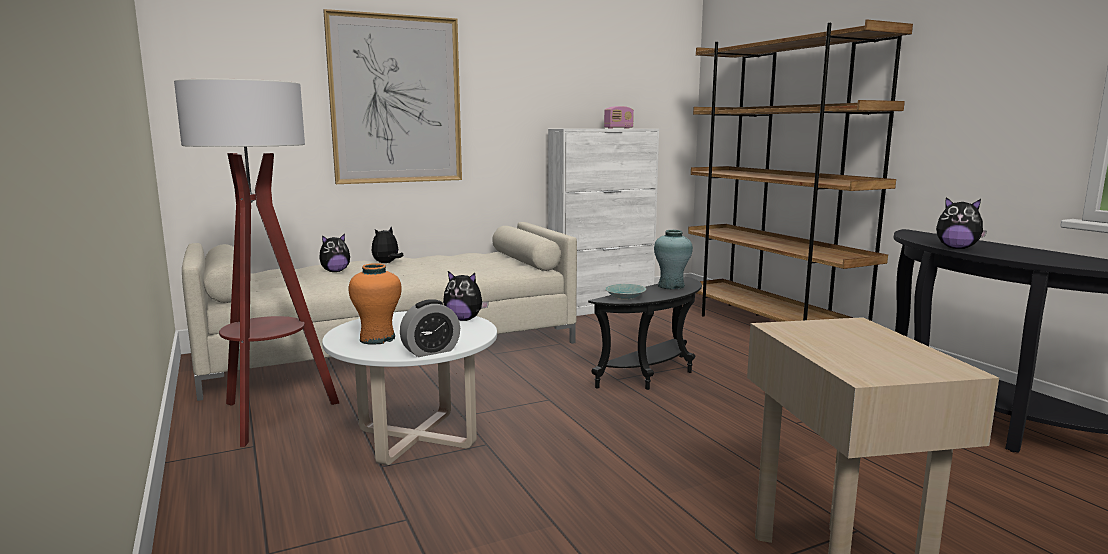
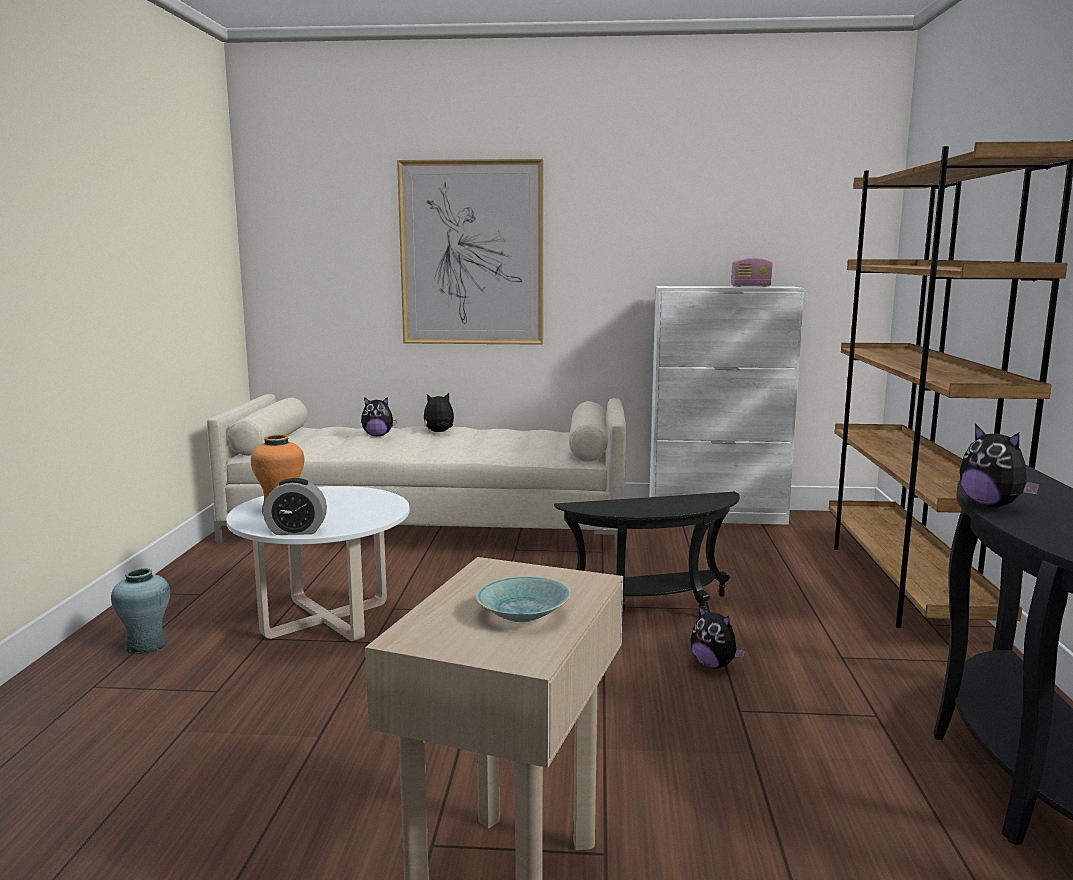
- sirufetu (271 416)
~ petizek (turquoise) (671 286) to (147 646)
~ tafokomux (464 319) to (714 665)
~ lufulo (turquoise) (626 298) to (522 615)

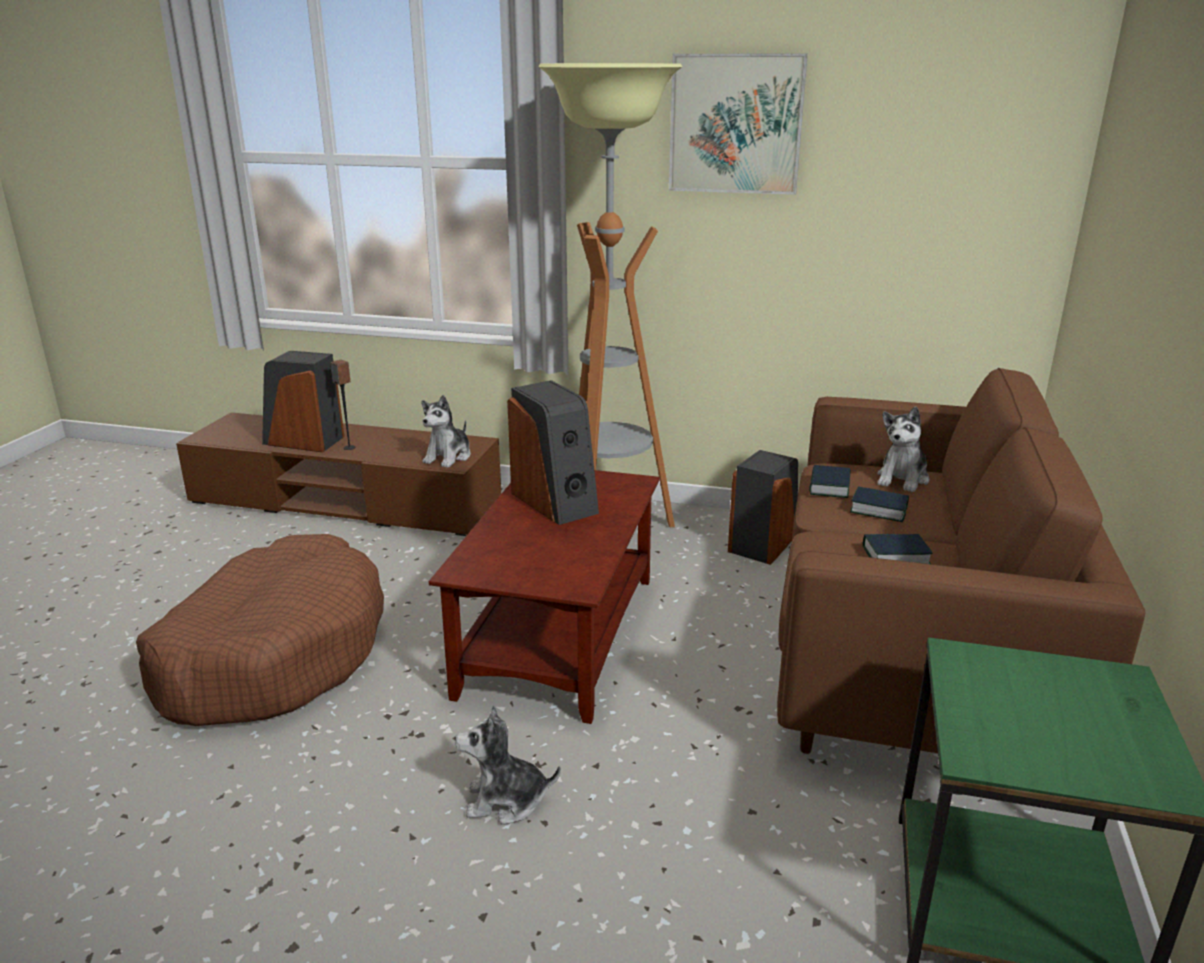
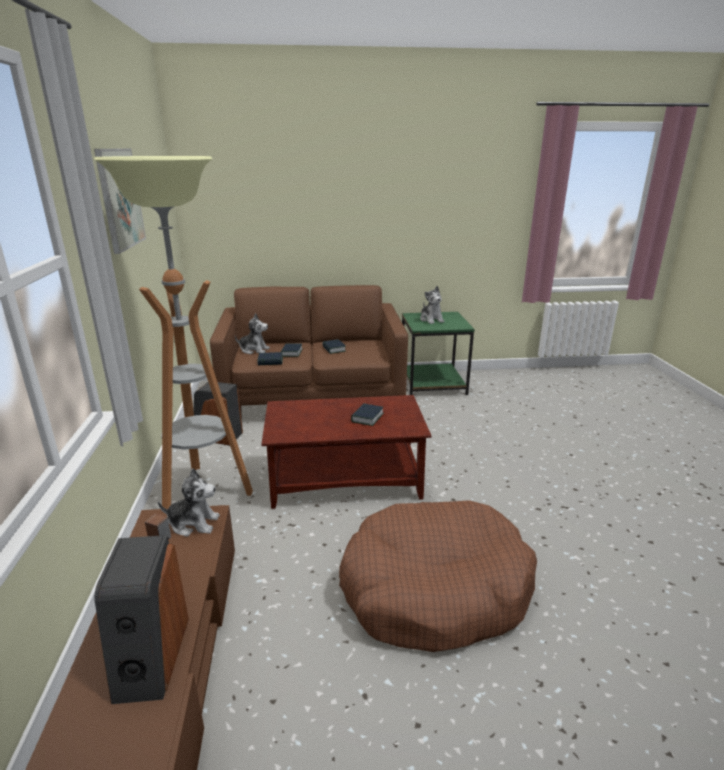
- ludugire (555 502)
~ tafokomux (506 801) to (431 320)
+ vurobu (367 418)

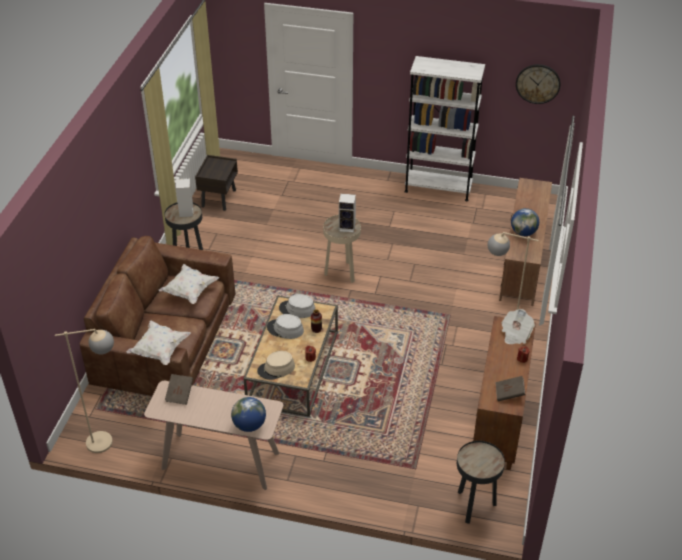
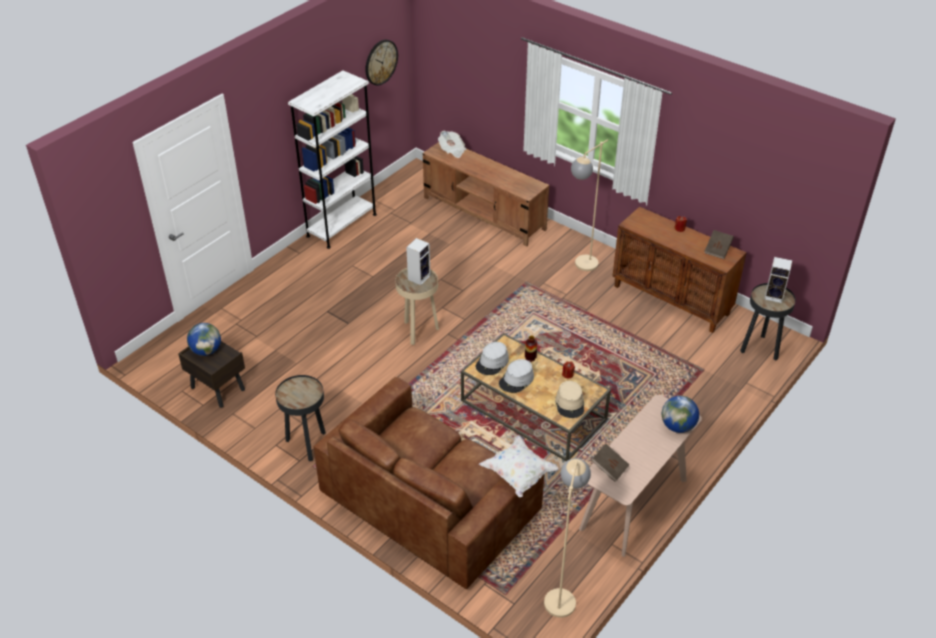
~ ludugire (186 212) to (774 296)
~ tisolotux (523 233) to (206 351)
- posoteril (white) (189 291)
~ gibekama (515 334) to (452 150)

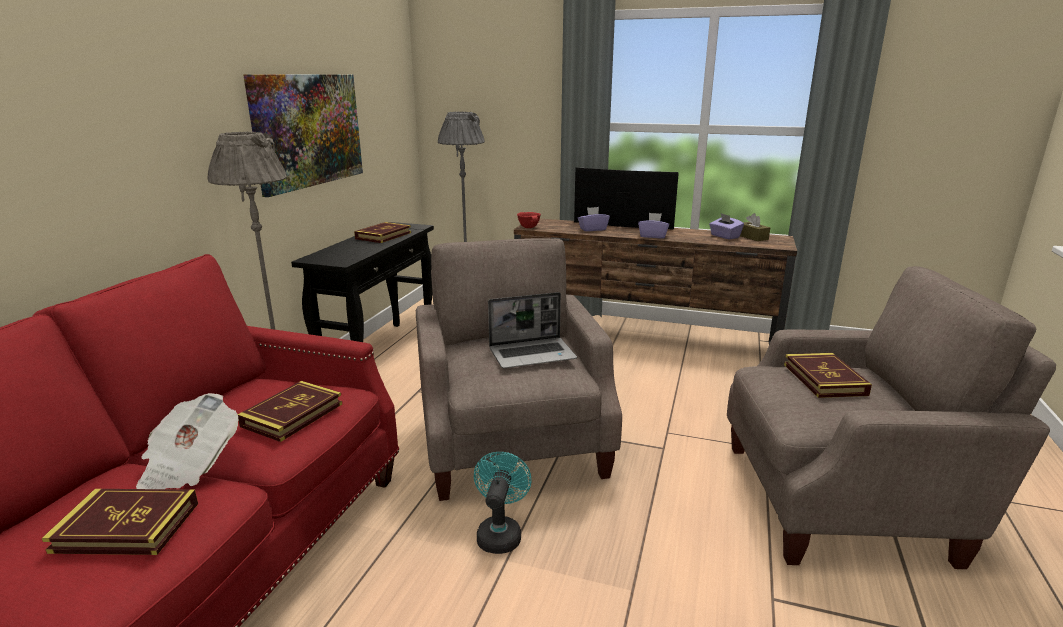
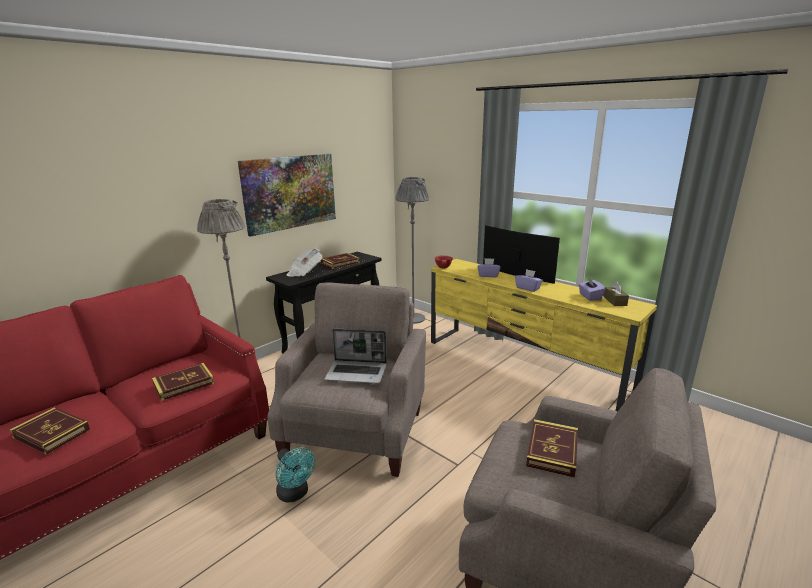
~ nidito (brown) (644 337) to nidito (yellow) (524 366)
~ gibekama (190 465) to (304 272)
~ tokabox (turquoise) (500 533) = (295 494) 105 degrees clockwise

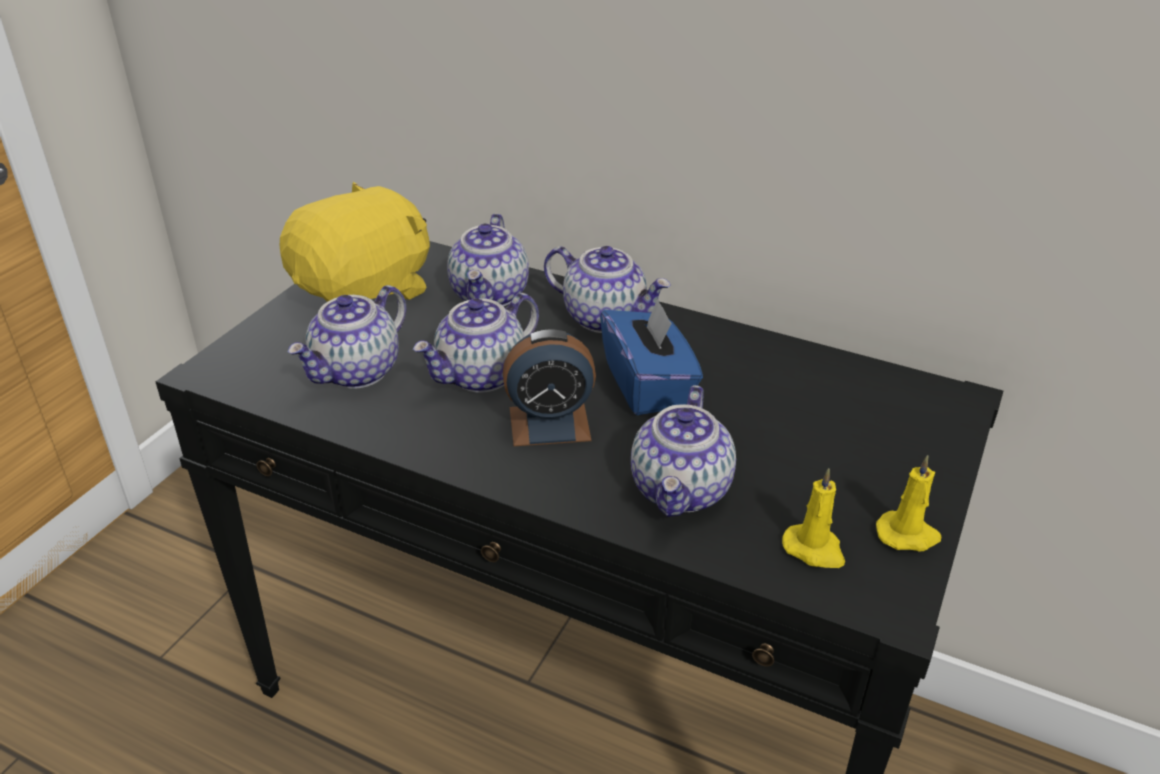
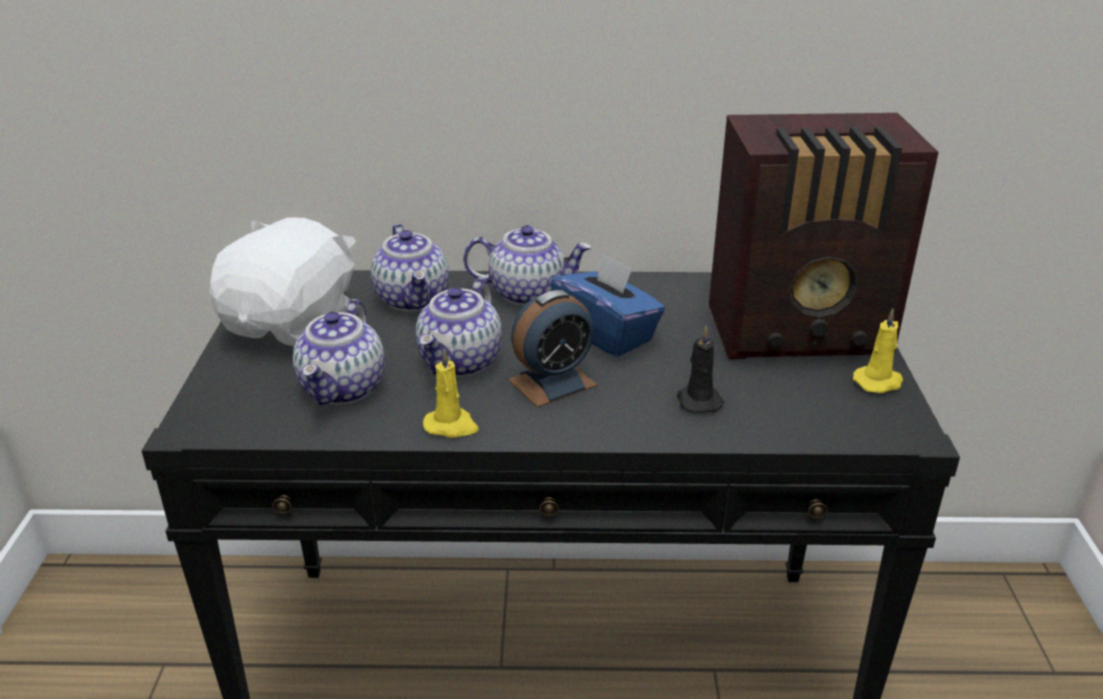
~ tafokomux (yellow) (365 293) to tafokomux (white) (293 324)
~ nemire (681 490) to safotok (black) (698 400)
~ safotok (yellow) (814 549) to (451 426)
+ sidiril (802 333)

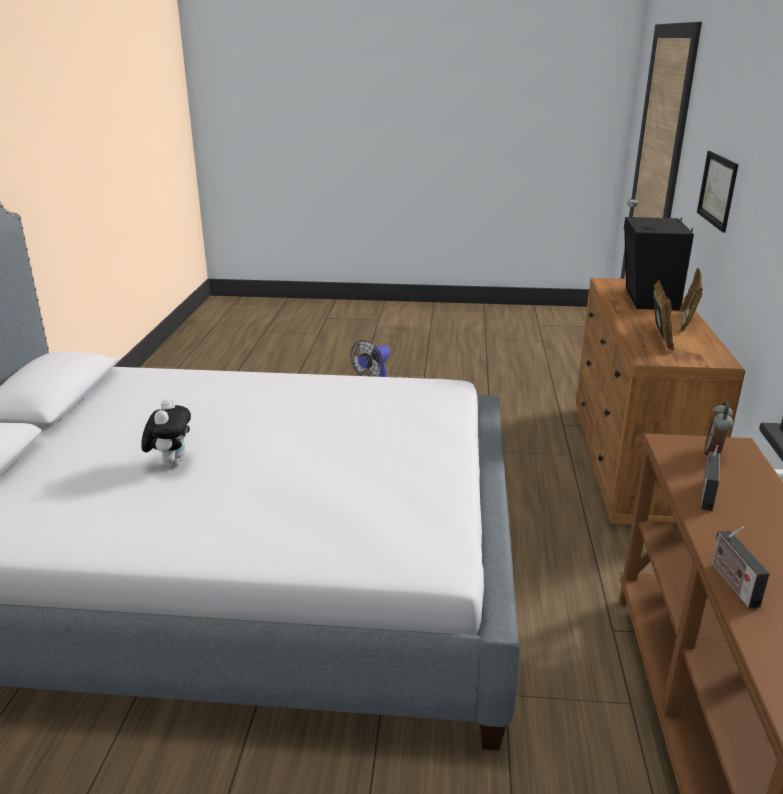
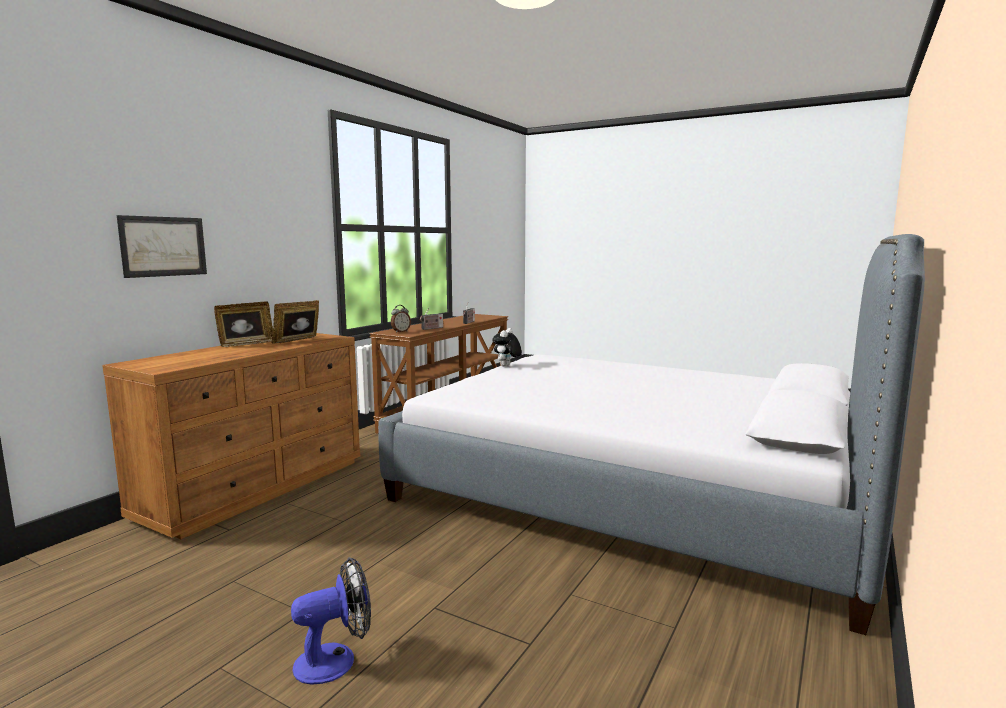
- ludugire (black) (648 299)
~ tafokomux (171 463) to (506 366)

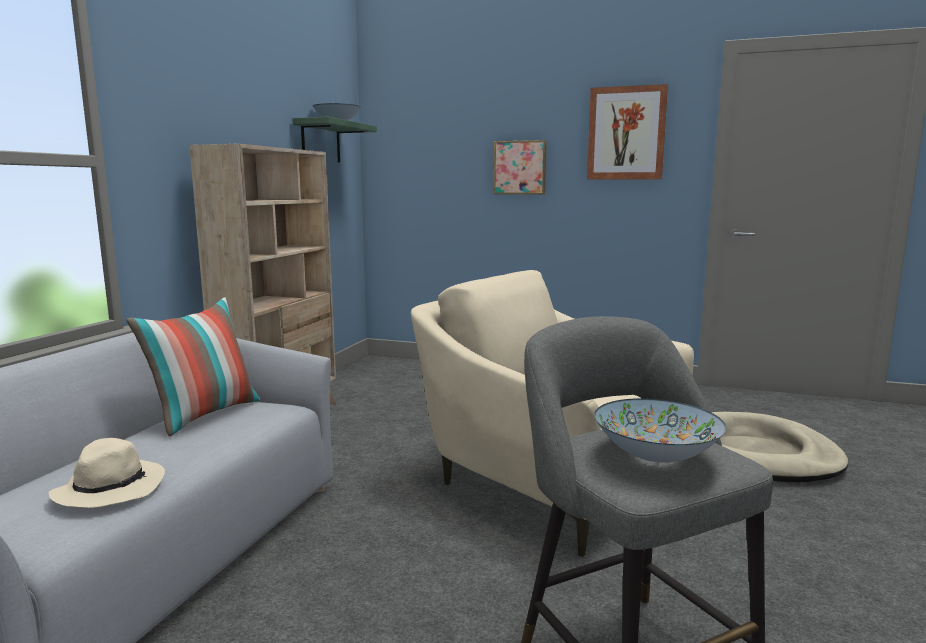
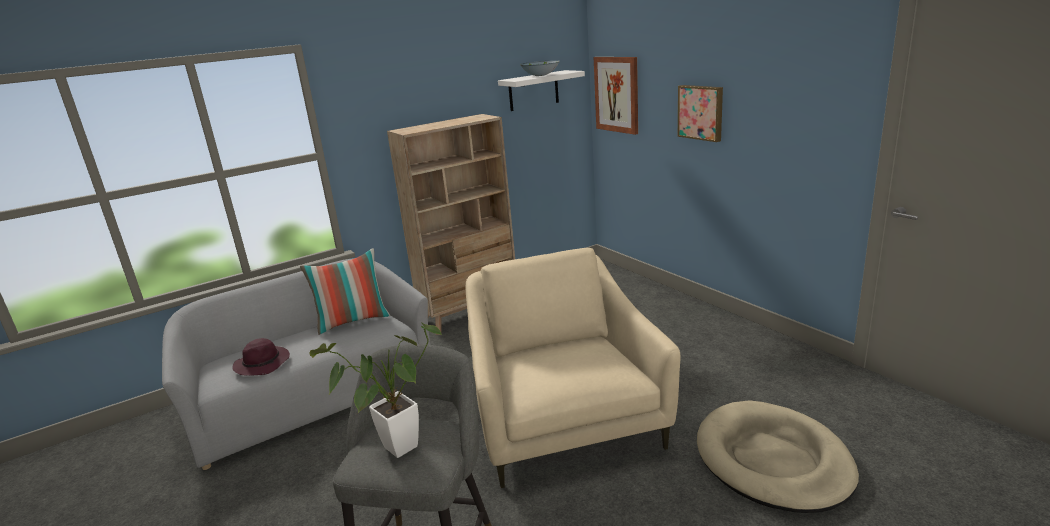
~ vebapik (626 133) to (617 94)
~ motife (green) (321 142) to motife (white) (533 91)
~ lufulo (655 455) to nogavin (394 451)
~ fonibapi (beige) (111 488) to fonibapi (purple) (263 363)

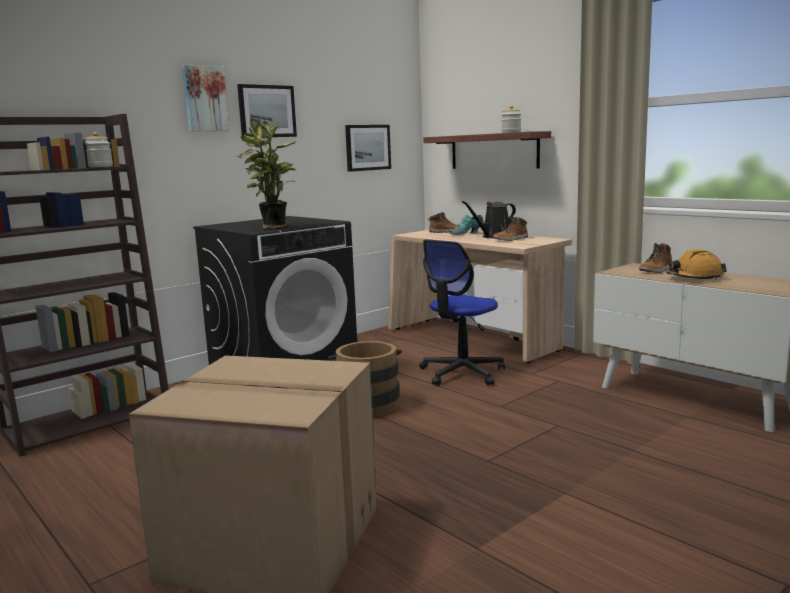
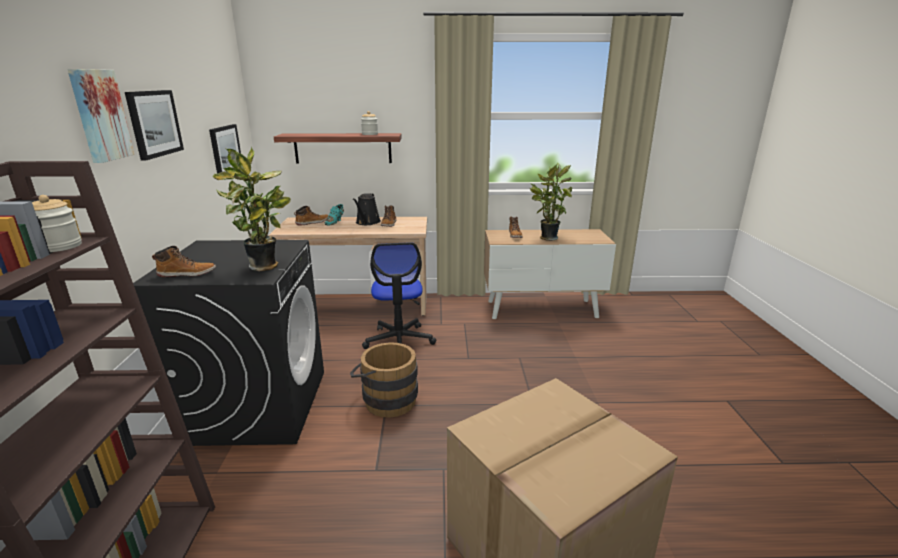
~ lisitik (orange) (694 278) to nogavin (547 238)
+ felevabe (187 273)

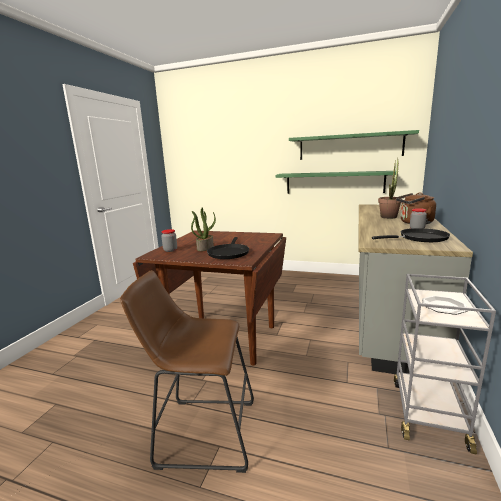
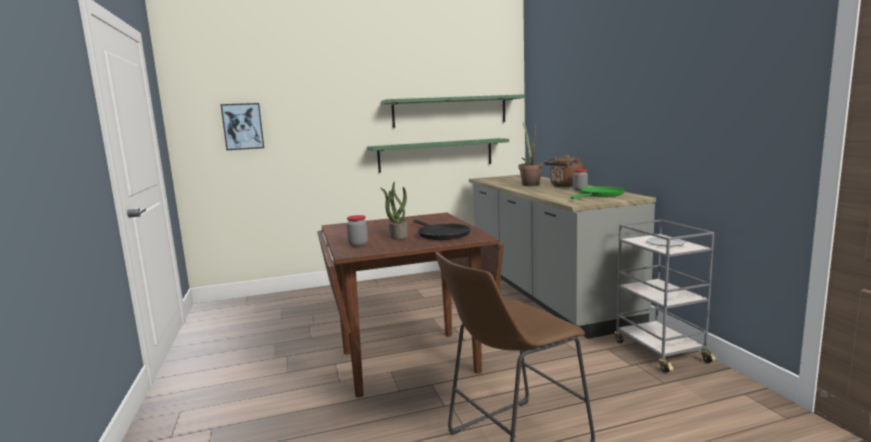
~ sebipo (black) (420 238) to sebipo (green) (600 195)
+ vebapik (243 126)

